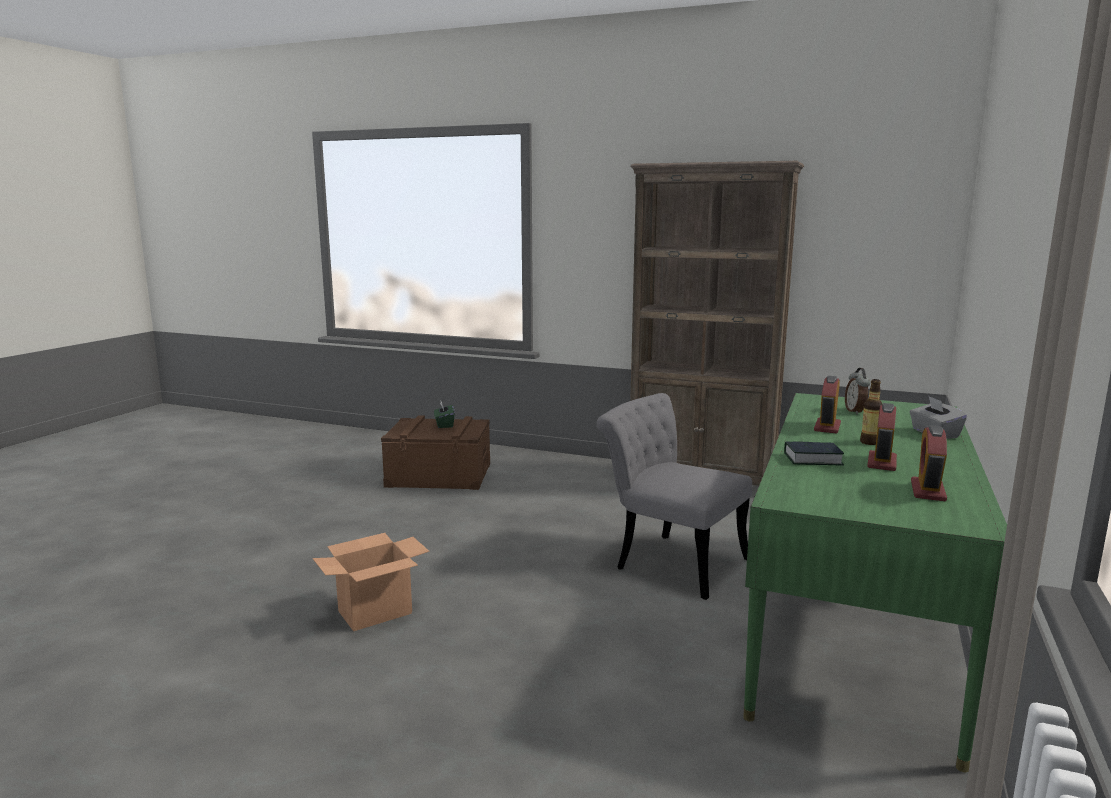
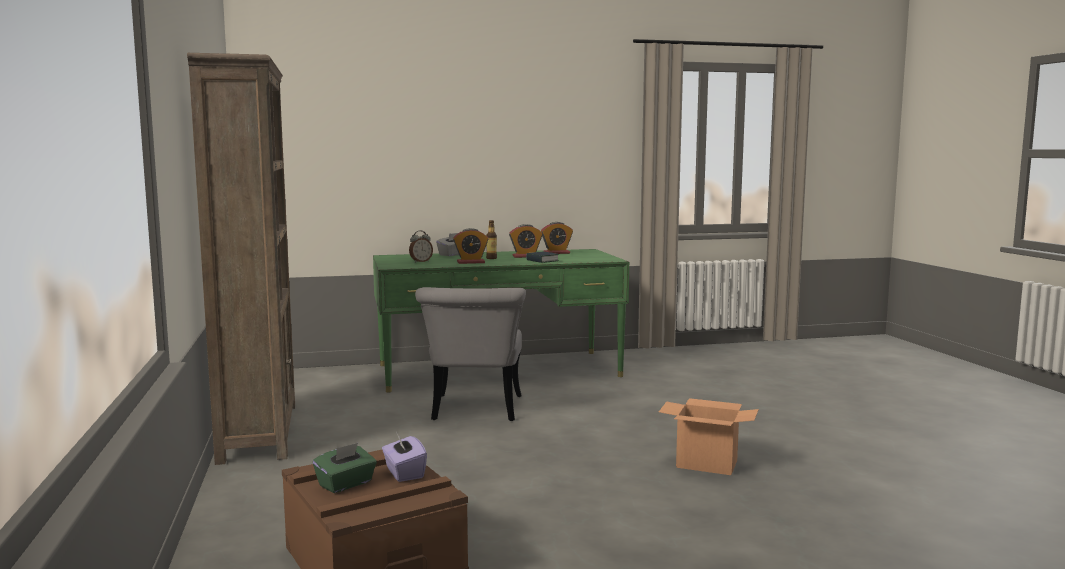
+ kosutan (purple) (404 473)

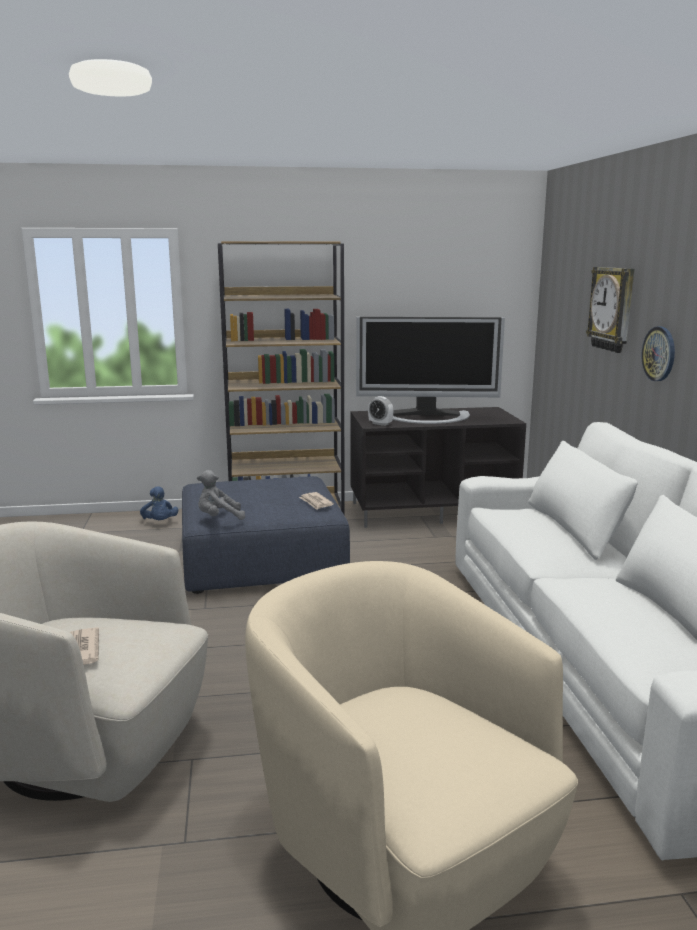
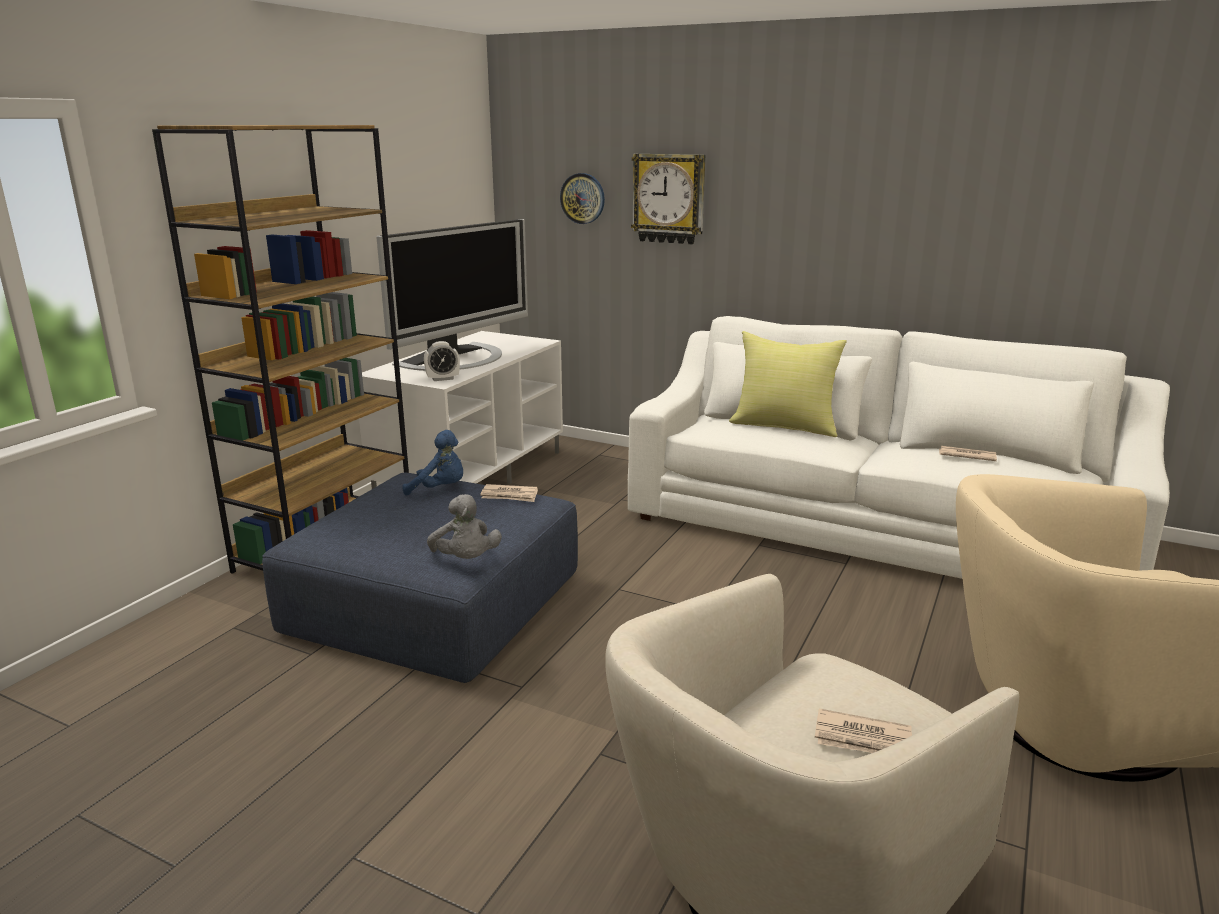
~ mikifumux (659 353) to (582 198)
~ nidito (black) (433 510) to nidito (white) (472 474)
~ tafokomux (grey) (219 518) = (466 560) 45 degrees counterclockwise
~ tafokomux (blue) (160 522) to (440 489)
+ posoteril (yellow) (785 426)
+ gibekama (966 456)

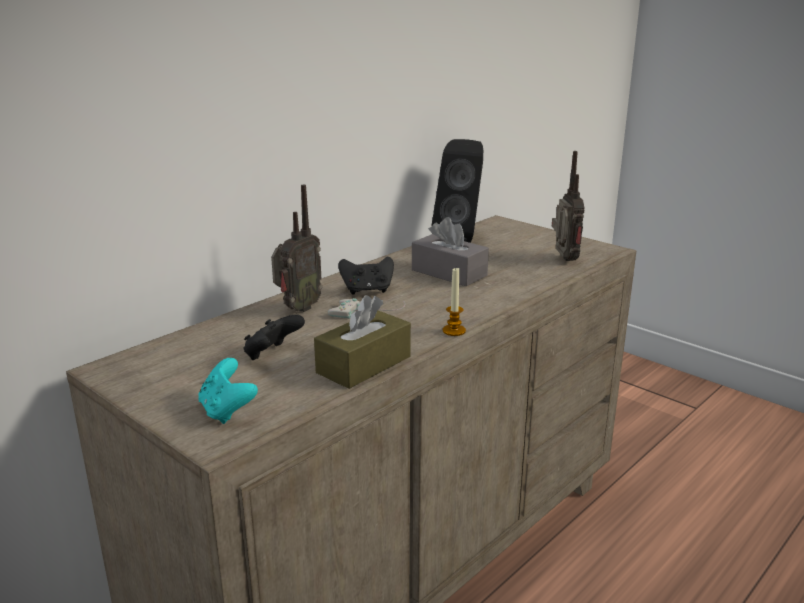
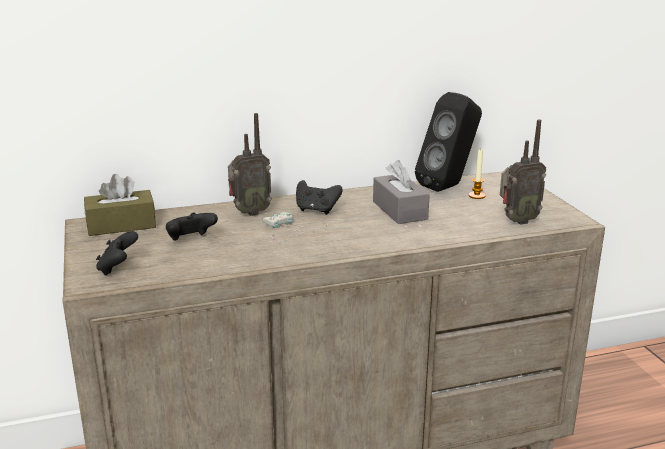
~ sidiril (564 260) = (517 221) 45 degrees clockwise
~ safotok (454 331) to (476 196)
~ kosutan (brown) (364 365) to (121 225)
~ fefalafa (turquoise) (227 411) to fefalafa (black) (118 268)

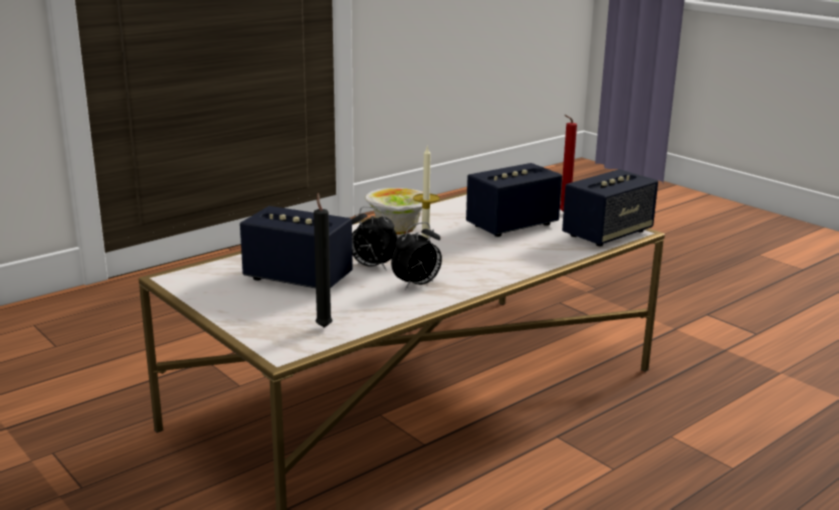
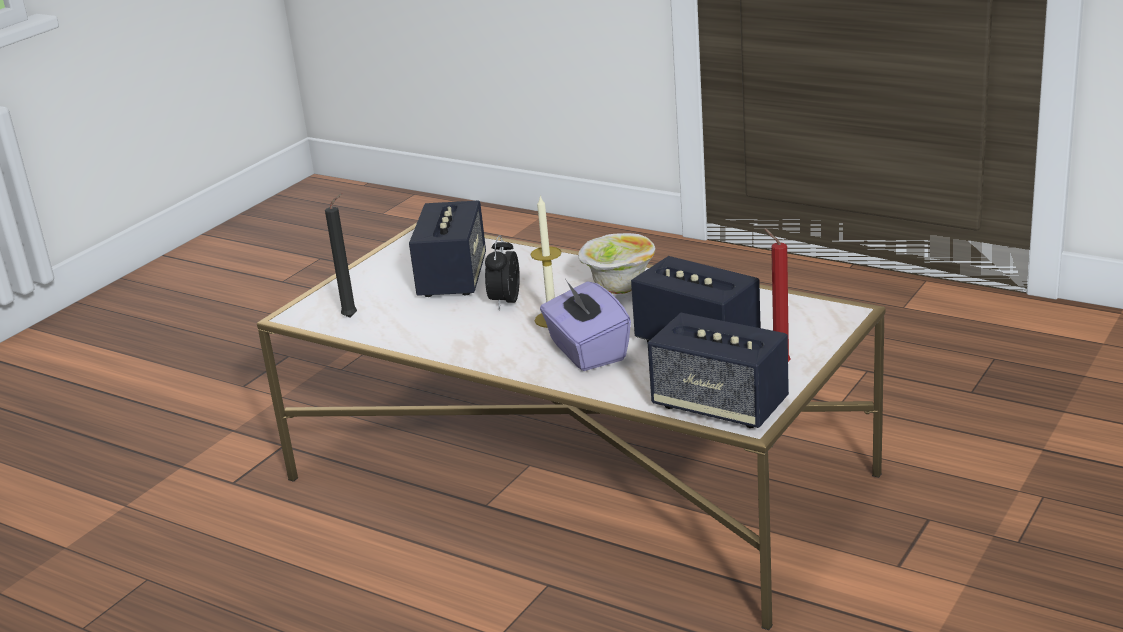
- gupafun (417 285)
+ kosutan (purple) (586 351)

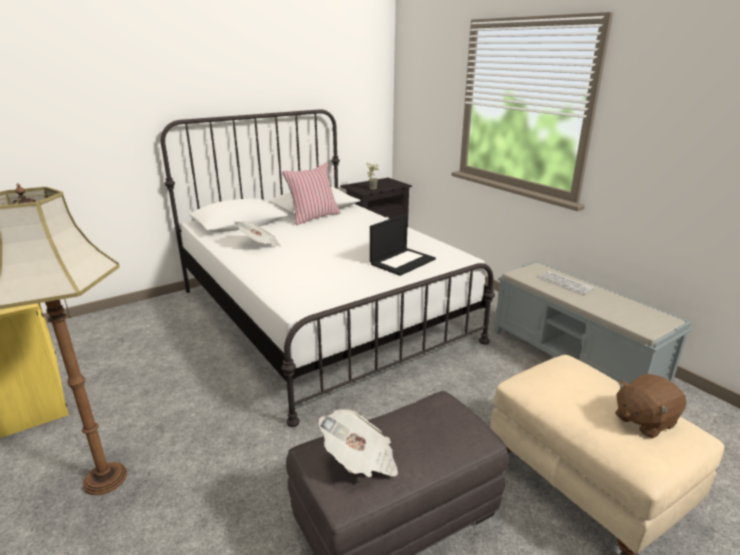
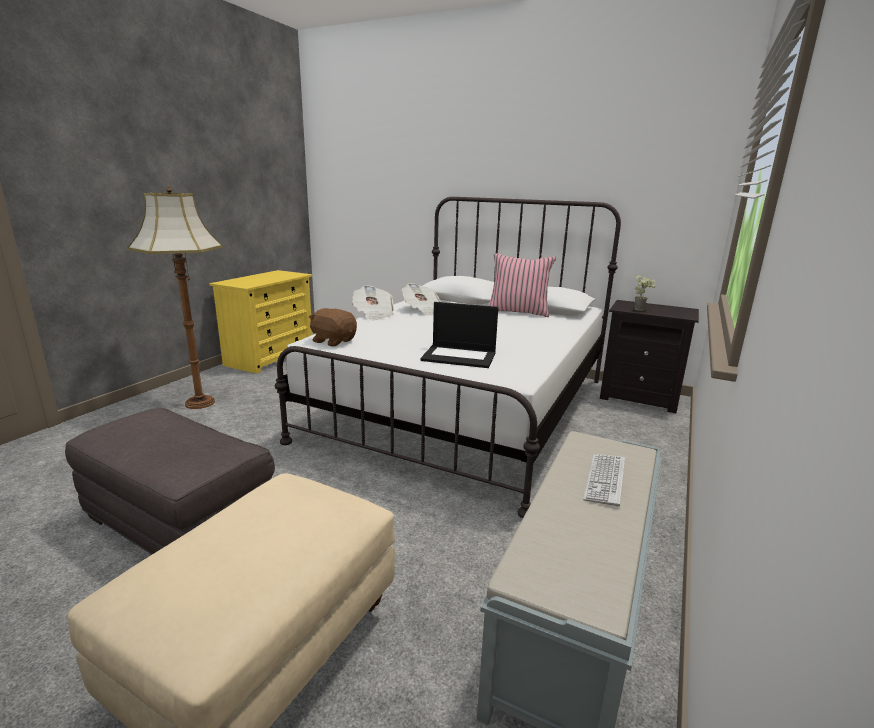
~ tafokomux (brown) (644 420) to (333 341)
~ gibekama (360 460) to (373 314)

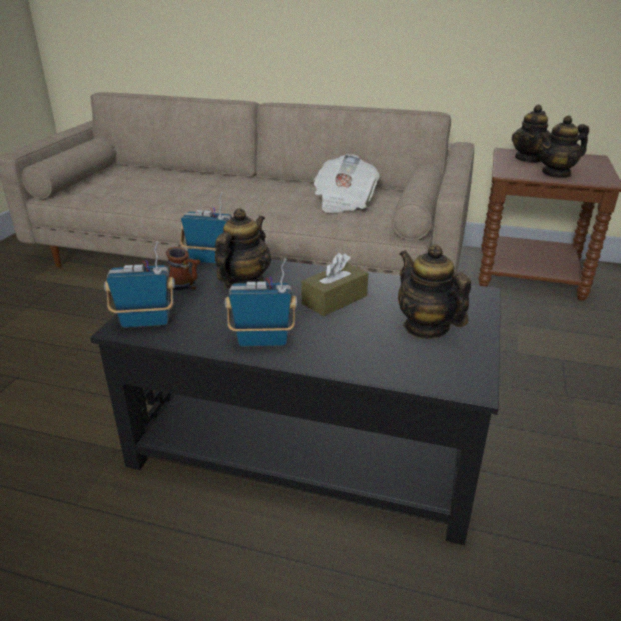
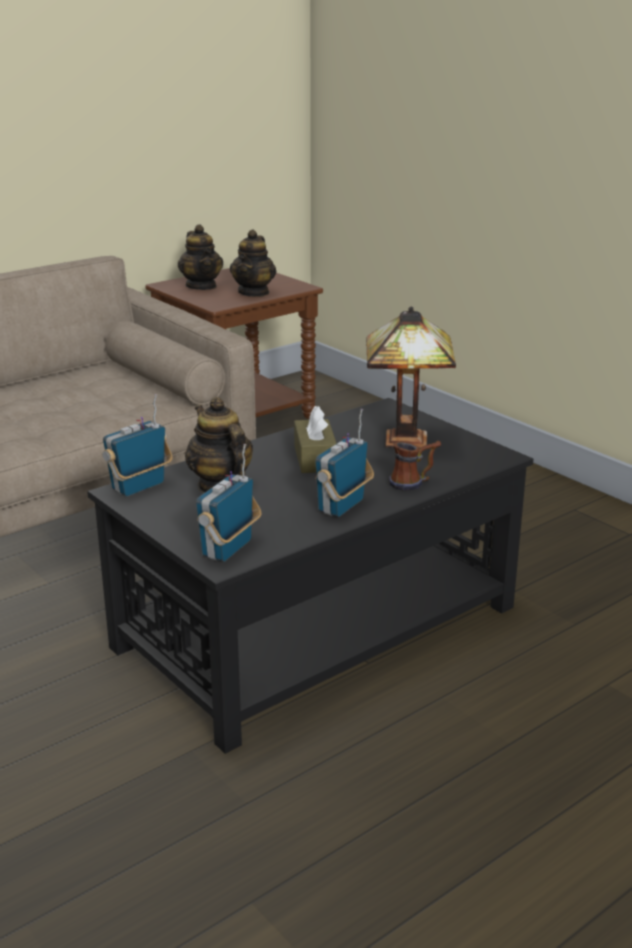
- gibekama (343 202)
~ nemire (426 327) to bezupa (408 442)
~ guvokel (186 286) to (414 482)

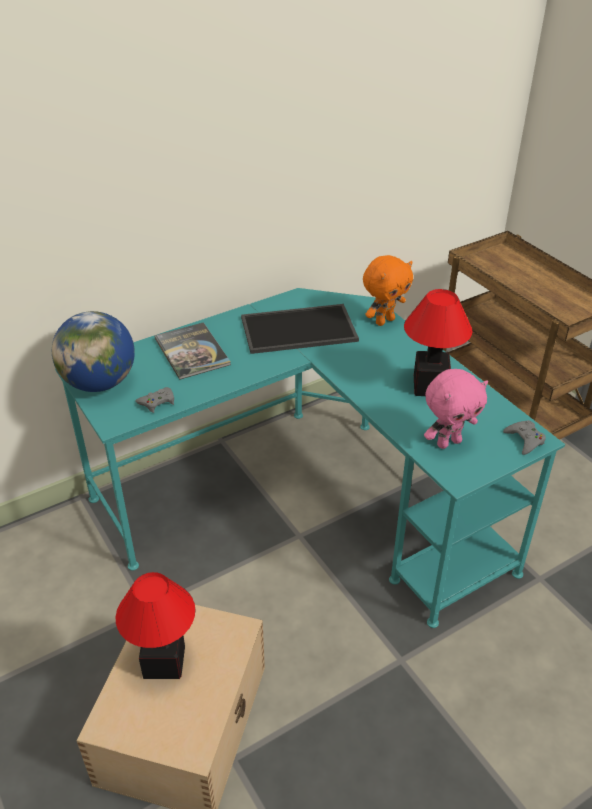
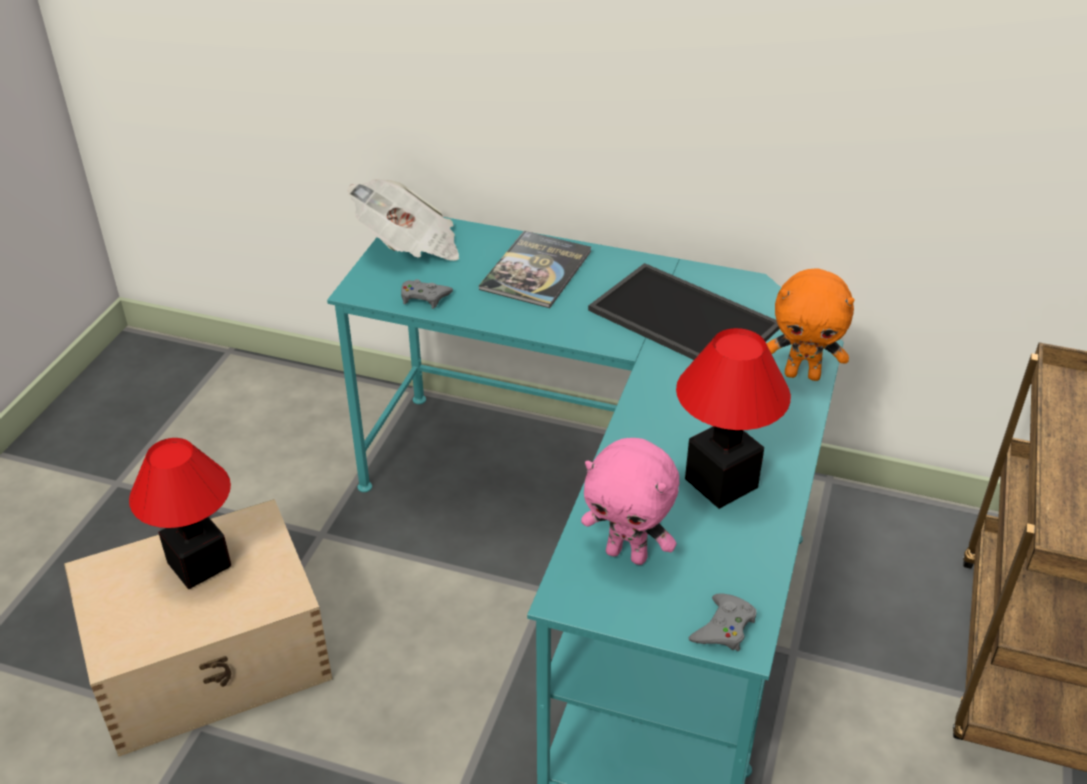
~ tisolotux (99 383) to gibekama (409 246)

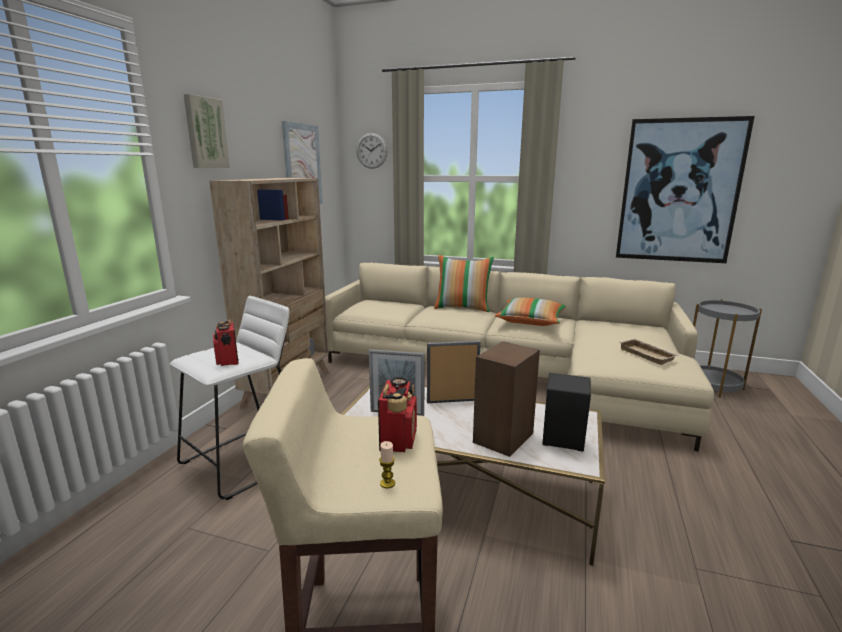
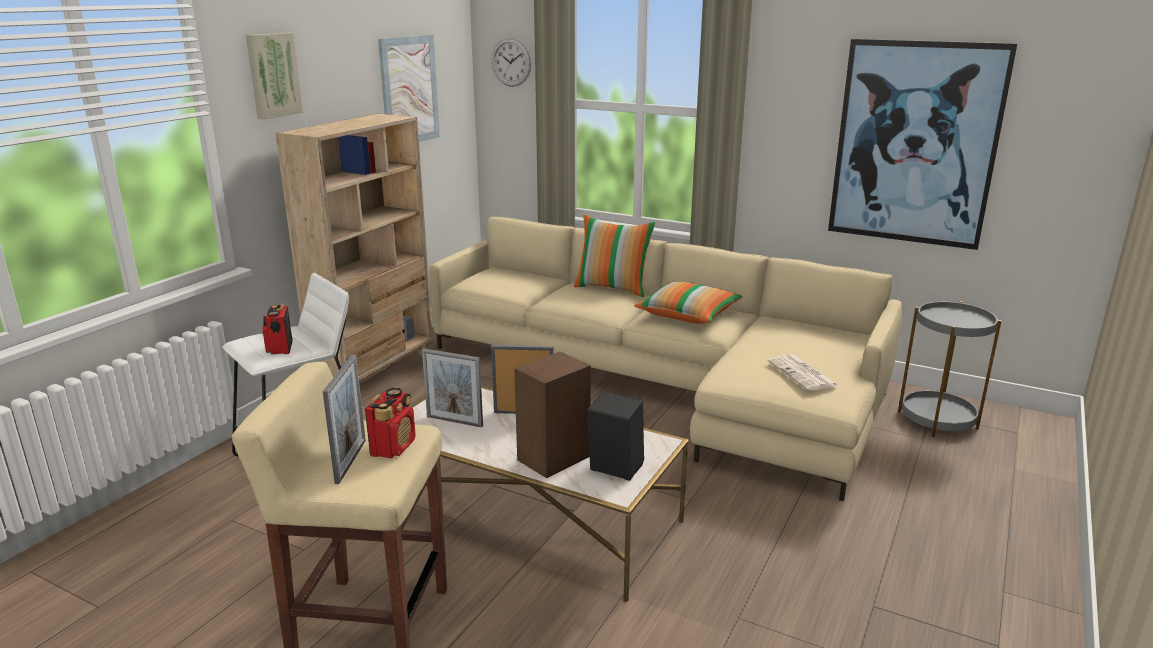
~ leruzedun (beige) (648 355) to gibekama (803 374)
- safotok (387 483)
+ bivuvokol (351 461)

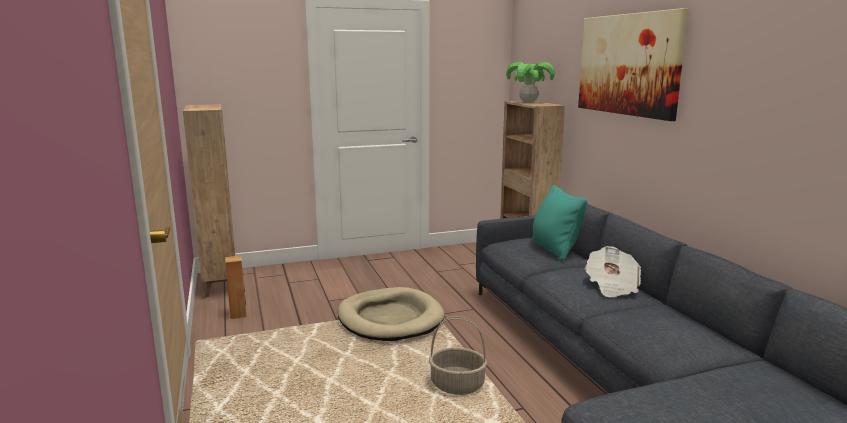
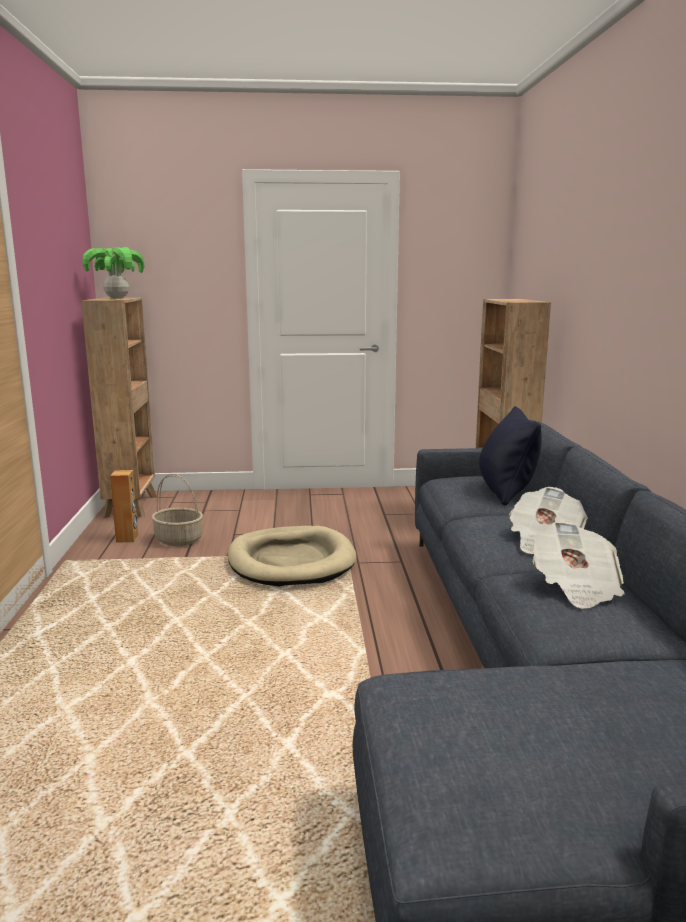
- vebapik (628 64)
~ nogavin (528 102) to (117 298)
~ posoteril (turquoise) (555 249) to posoteril (black) (506 492)
~ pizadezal (458 384) to (179 540)
+ gibekama (575 587)

